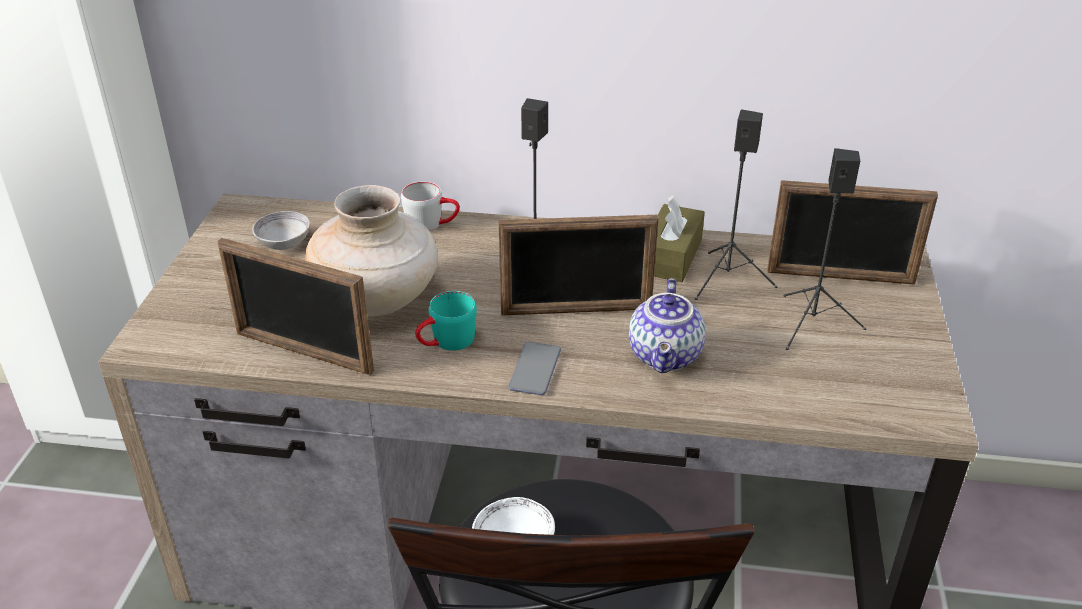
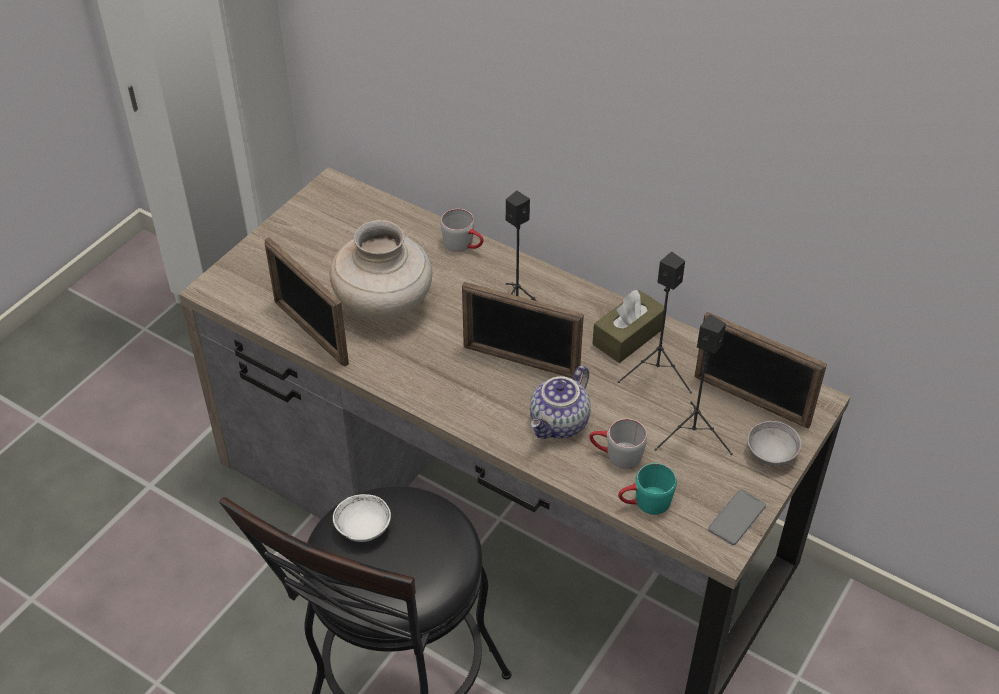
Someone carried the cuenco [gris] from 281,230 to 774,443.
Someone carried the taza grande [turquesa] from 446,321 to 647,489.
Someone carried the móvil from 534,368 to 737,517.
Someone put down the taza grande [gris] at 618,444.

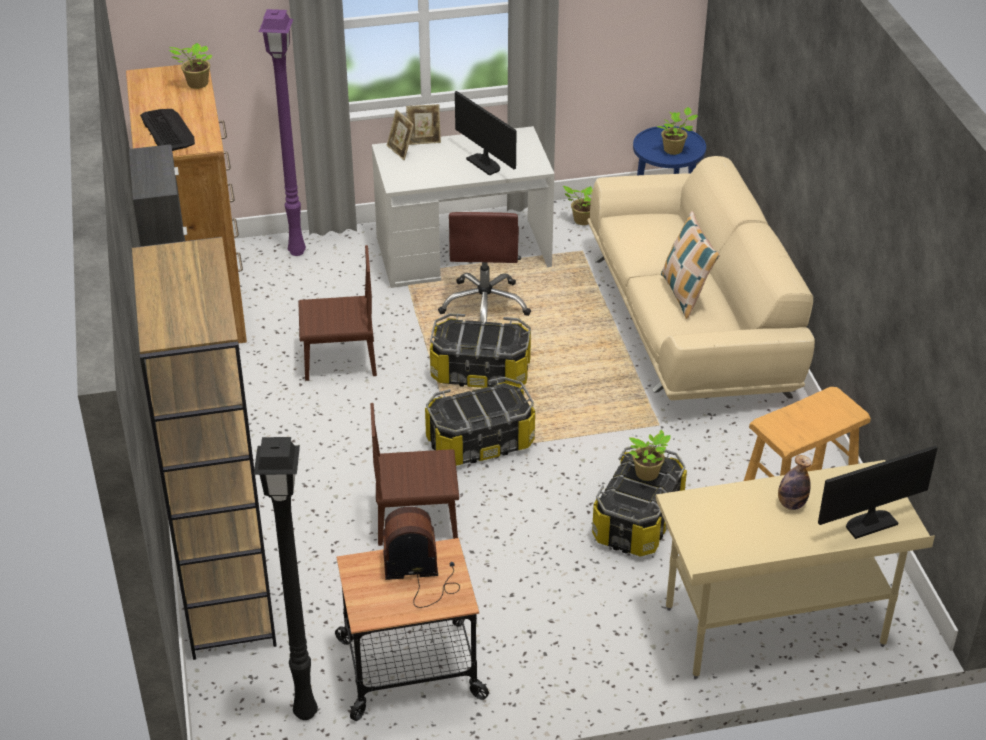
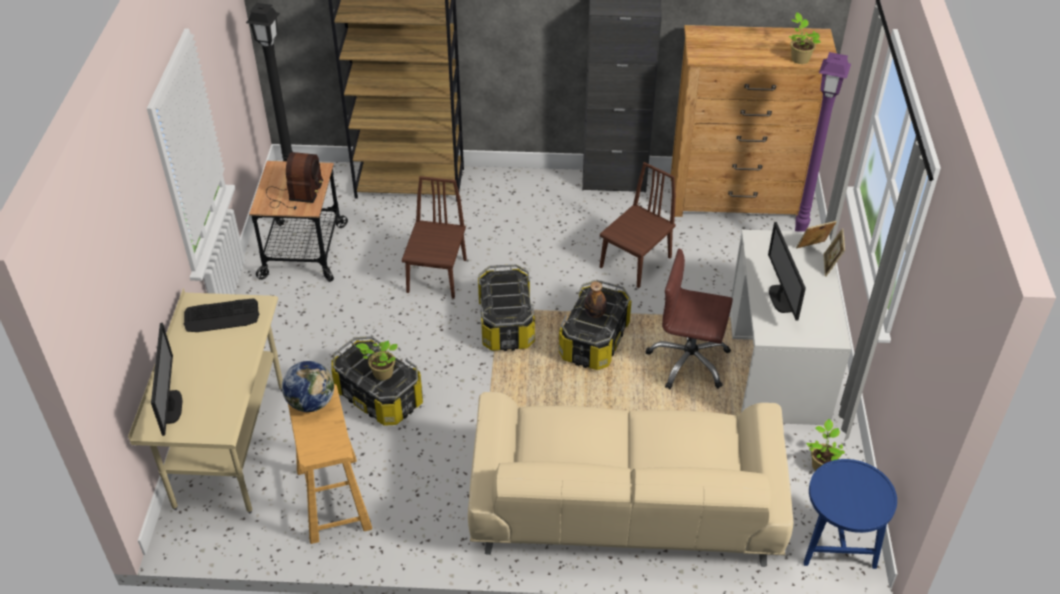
Someone carried the teclado from 167,130 to 221,315.
Someone rotated the silla [marrón] at 337,313 by 150 degrees counterclockwise.
Someone rotated the monitor at 485,133 by 105 degrees clockwise.
Someone took away the planta en maceta at 677,131.
Someone took away the cojín at 690,265.
Someone carried the botella from 795,482 to 595,299.
Someone put down the globo terráqueo at 308,386.

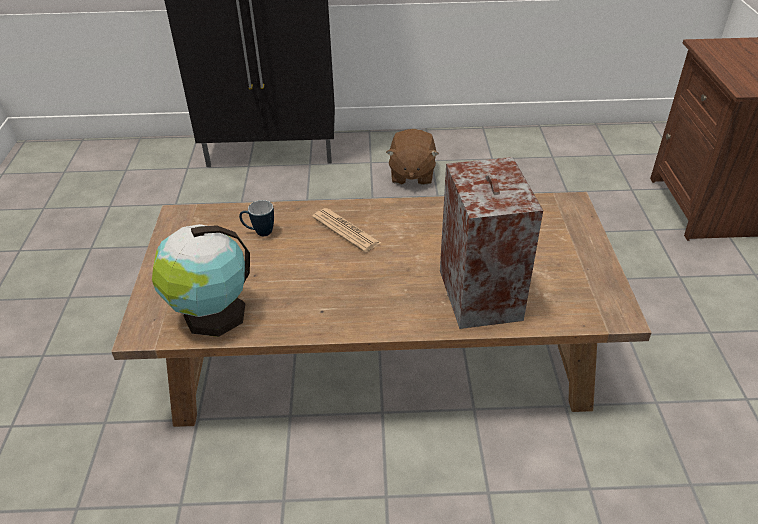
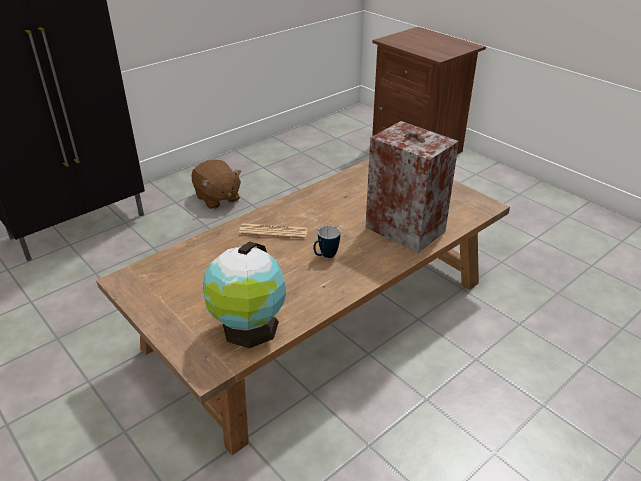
Someone carried the taza grande from 256,218 to 326,242.

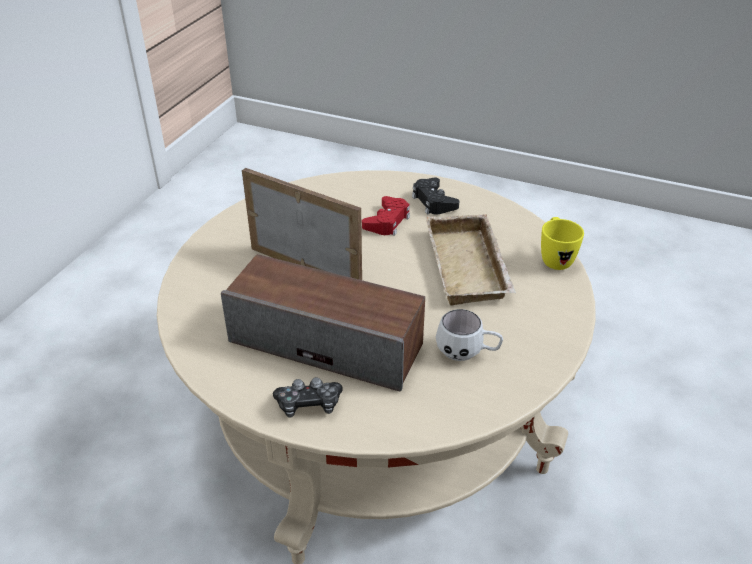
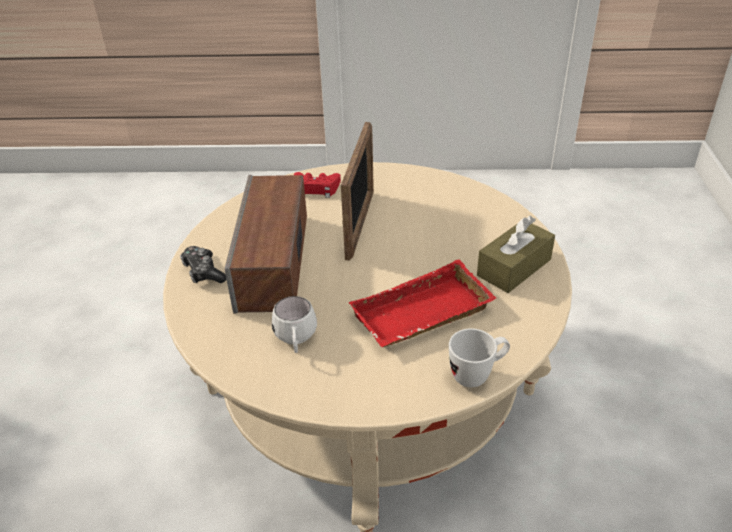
Someone carried the mando de consola [rojo] from 386,216 to 317,185.
Someone swapped the mando de consola [negro] at 435,196 for the caja de pañuelos [marrón] at 516,254.
Someone repainted the bandeja [beis] at 471,260, which became the bandeja [rojo] at 422,303.
Someone repainted the taza grande [amarillo] at 562,243, which became the taza grande [blanco] at 479,358.

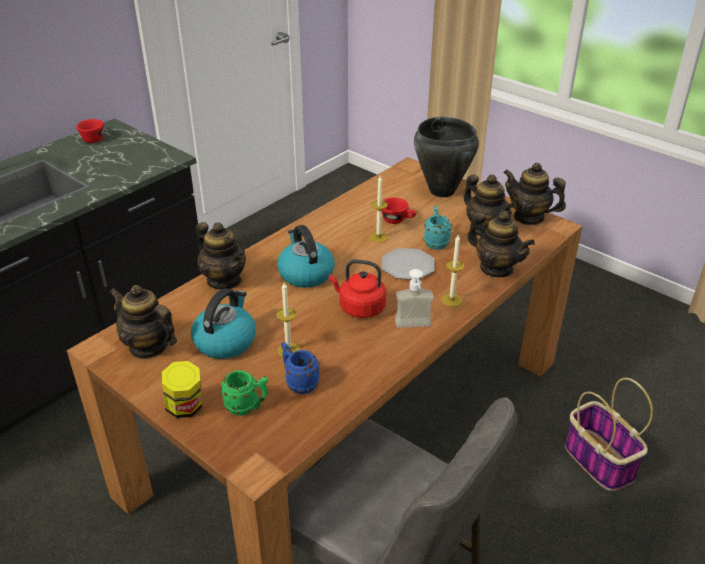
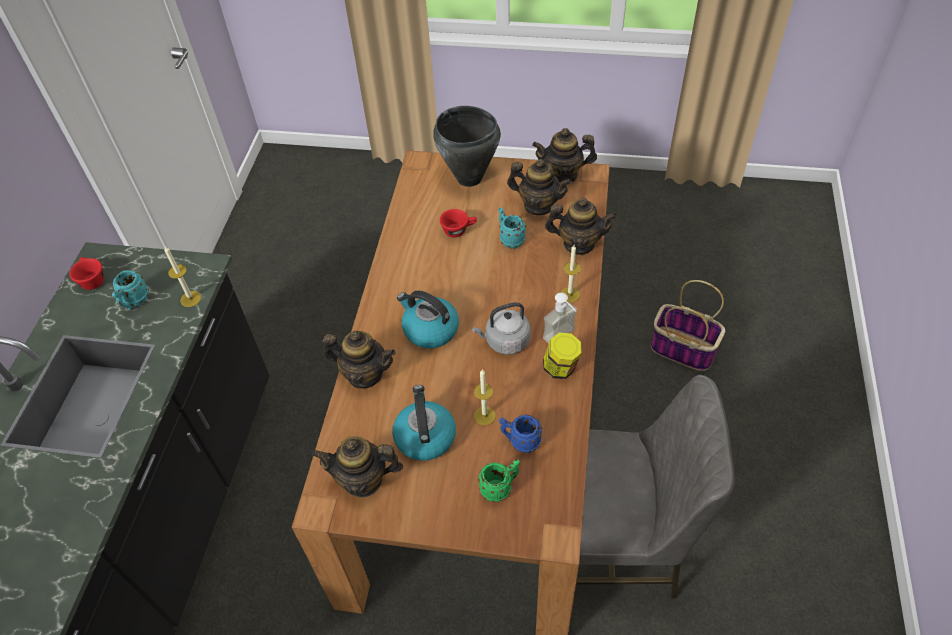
Someone carried the tarro from 182,389 to 562,356.
Someone repainted the hervidor [rojo] at 357,288, which became the hervidor [gris] at 501,328.
Someone carried the vela from 378,209 to 183,277.
Someone took away the plato at 408,264.
Someone put down the taza grande [turquesa] at 130,290.

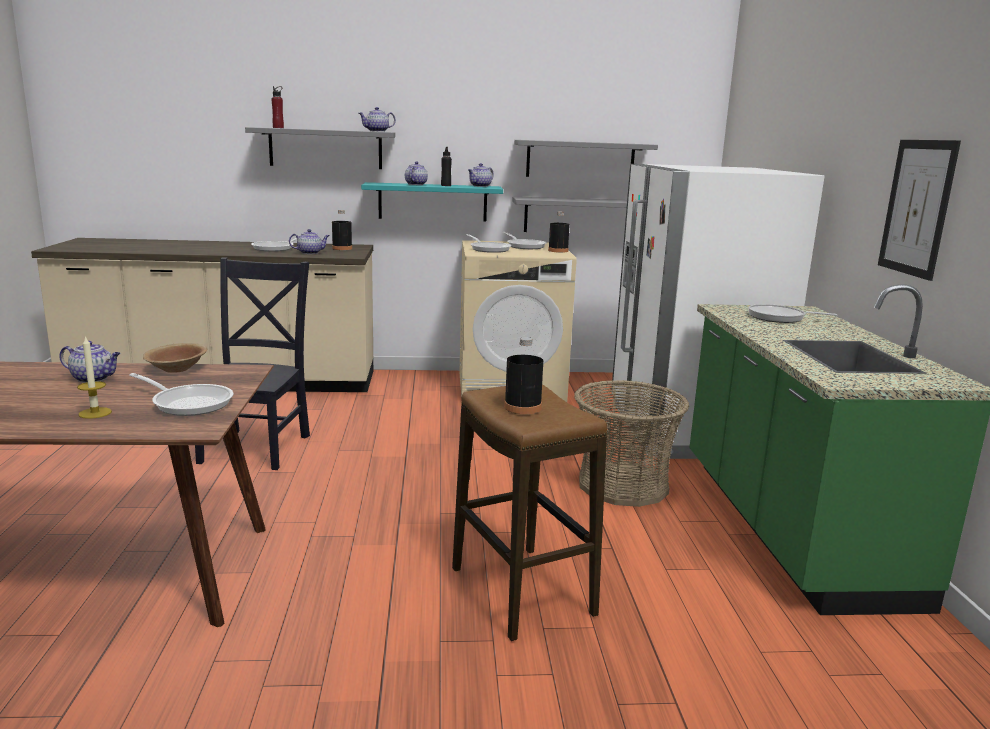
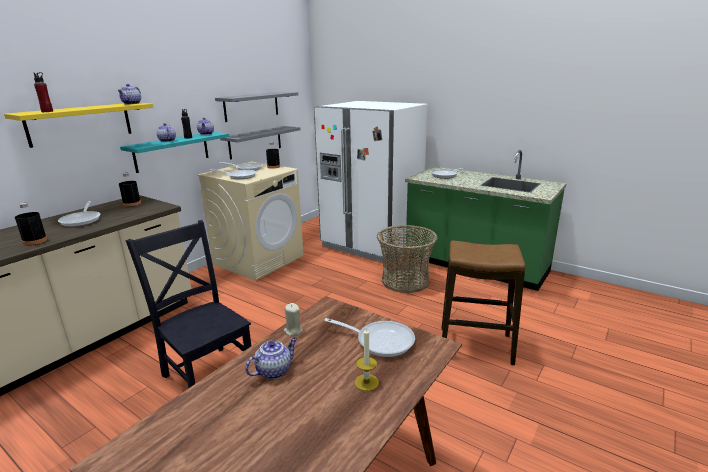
Someone rotated the sartén at 181,394 by 45 degrees clockwise.
Someone swapped the cuenco [marrón] at 175,358 for the vela [beis] at 293,319.
Someone repainted the estante [gris] at 320,148, which became the estante [amarillo] at 78,125.
Someone took away the tetera at 309,241.
Someone carried the botella [negro] from 523,375 to 31,224.
Someone took away the cuadro at 919,210.

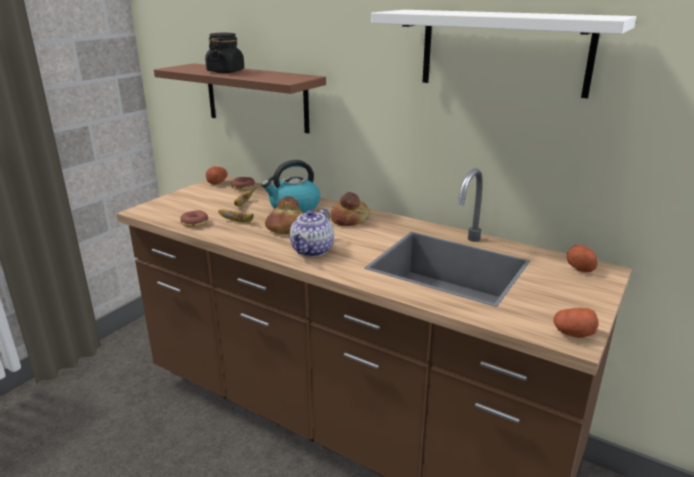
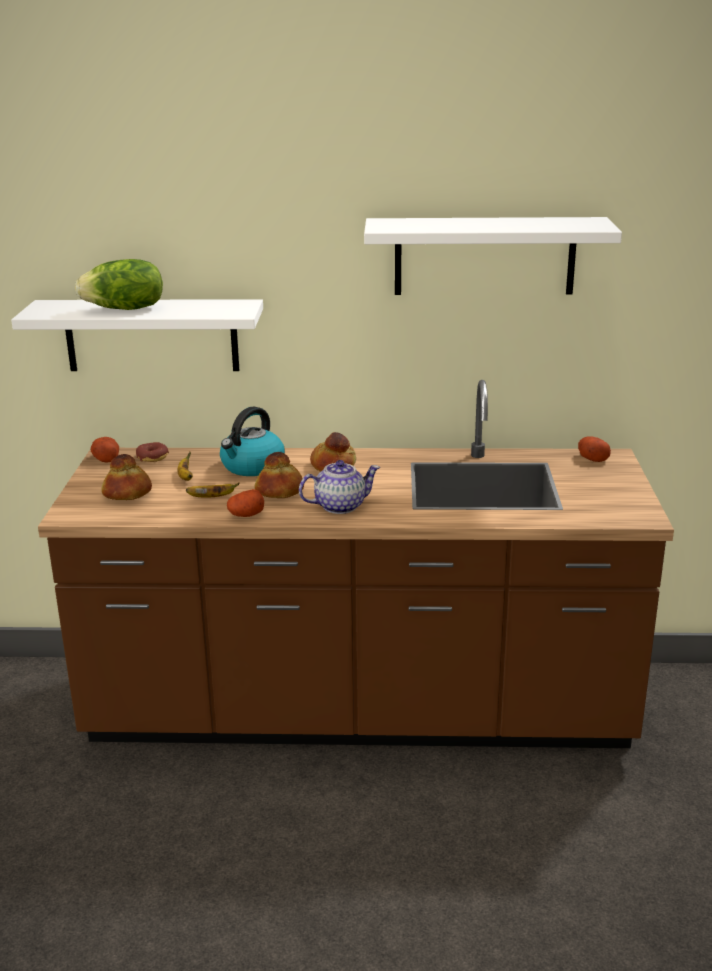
Someone repainted the estante [marrón] at 240,98, which became the estante [blanco] at 137,335.
Someone took away the rosquilla at 194,218.
Someone swapped the tarro [negro] at 224,53 for the lechuga at 119,284.
Someone rotated the tetera at 312,232 by 105 degrees counterclockwise.
Someone carried the patata from 576,323 to 245,503.
Someone put down the pan at 126,477.

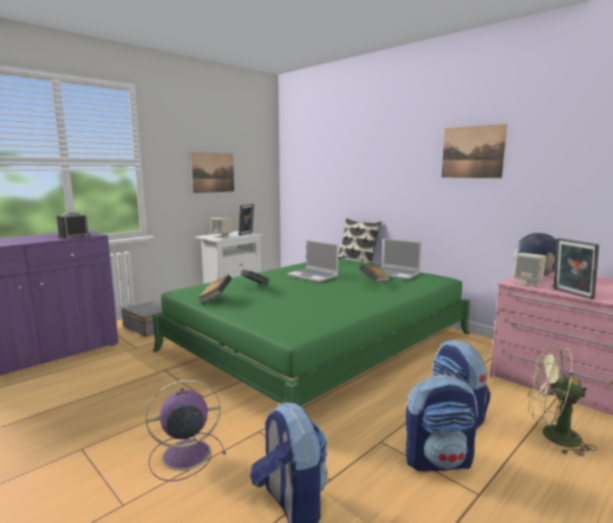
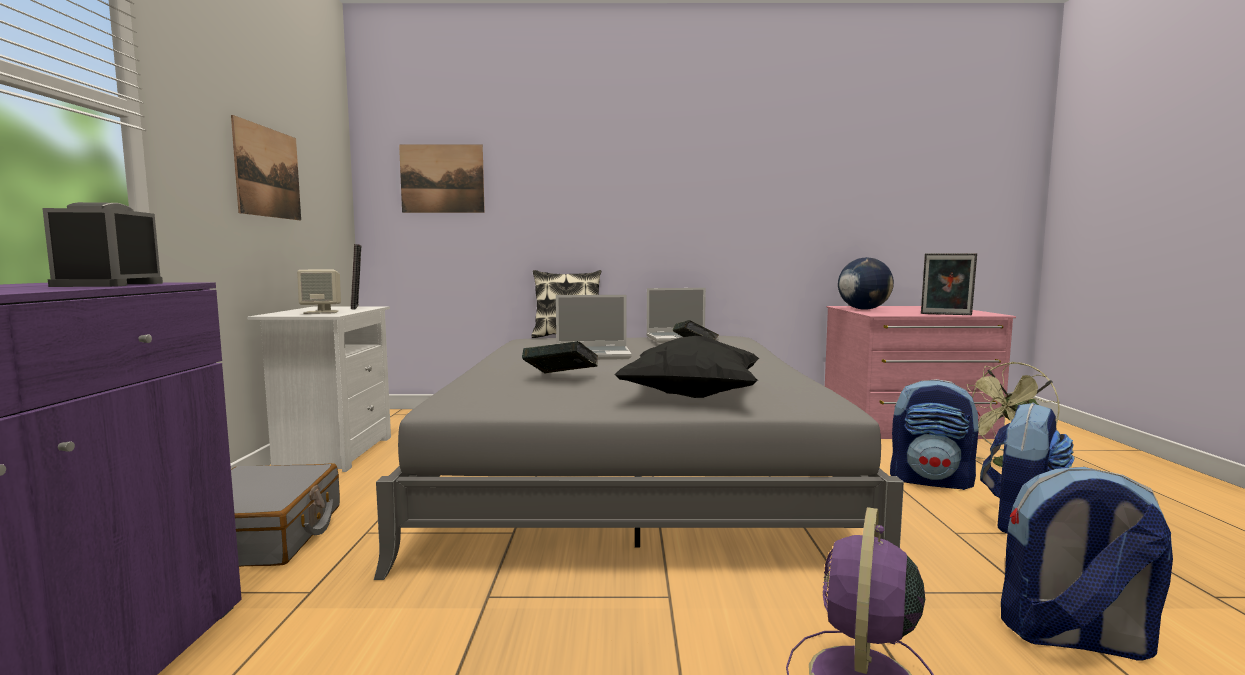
Someone repainted the cama [verde] at 311,332, which became the cama [gris] at 639,458.
Someone took away the libro at 215,289.
Someone carried the cuadro from 474,151 to 442,178.
Someone took away the altavoz [beis] at 529,270.
Someone put down the cojín [negro] at 686,367.

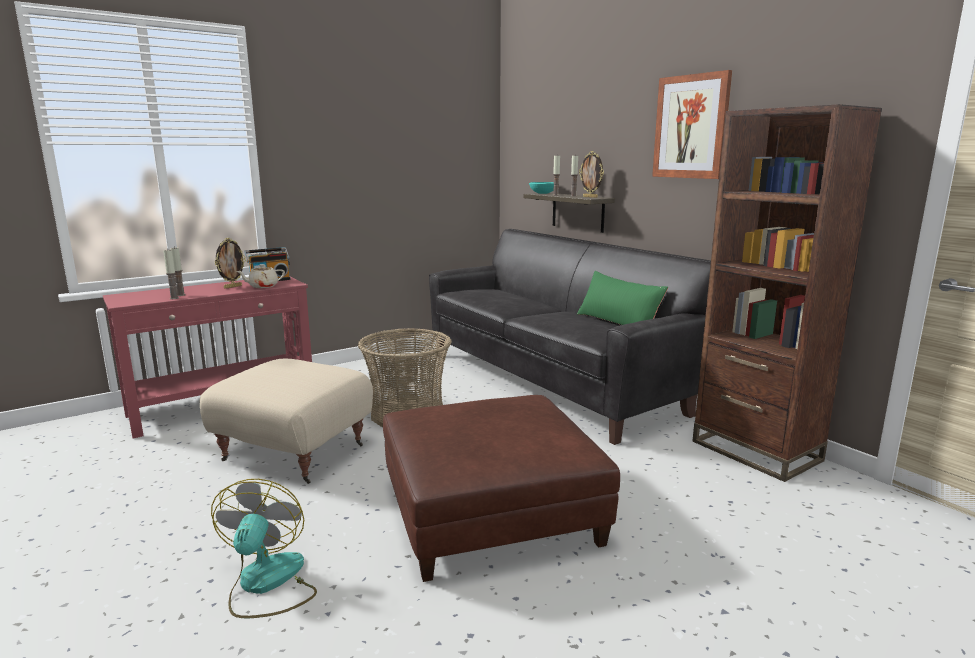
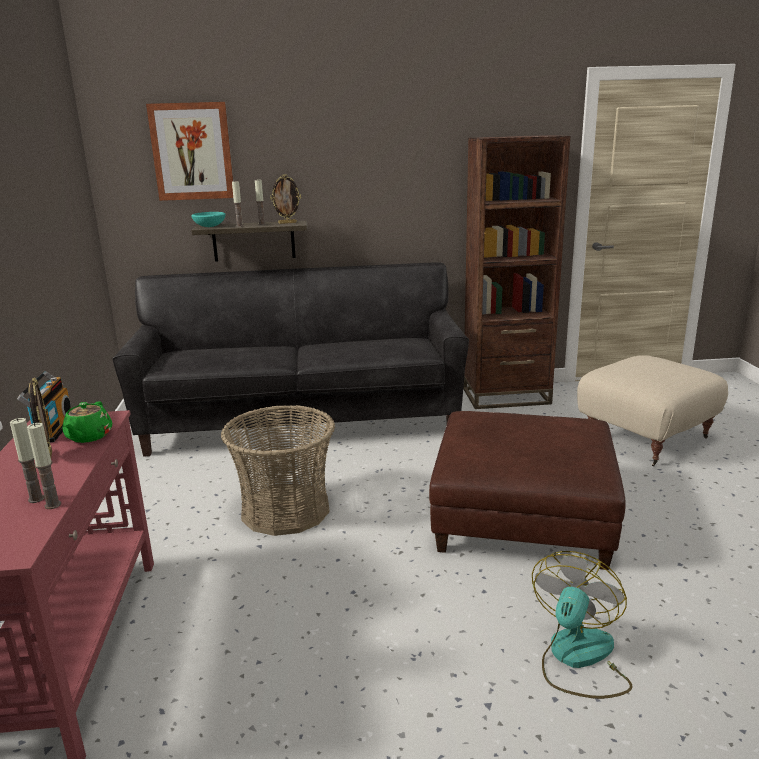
Someone carried the puf [beis] from 286,421 to 652,410.
Someone rotated the ventilador at 264,549 by 90 degrees clockwise.
Someone repainted the tetera [beis] at 260,276, which became the tetera [verde] at 87,422.
Someone took away the cojín [verde] at 622,298.
Someone carried the cuadro from 692,124 to 189,151.

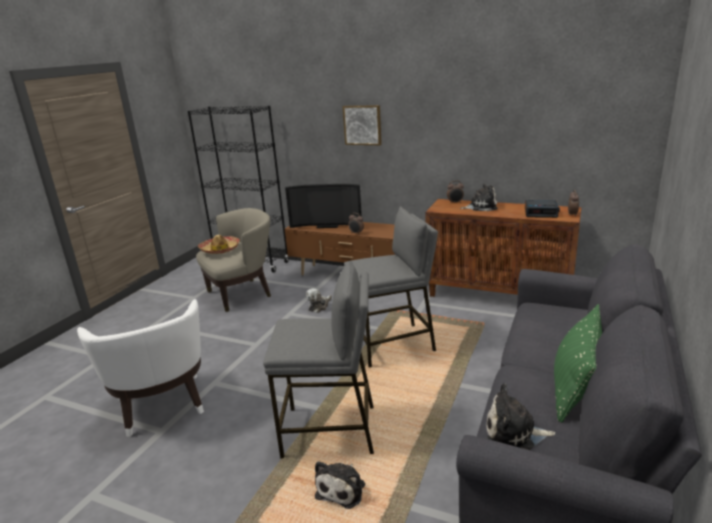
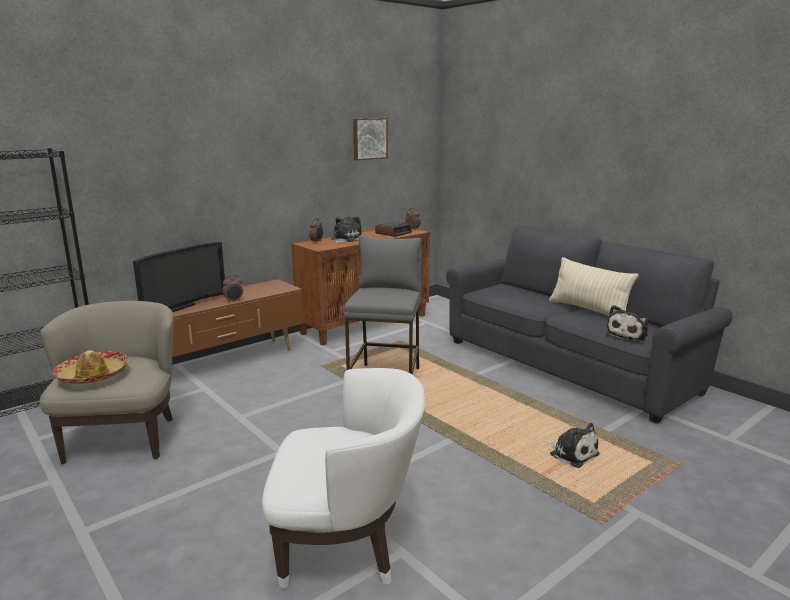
Someone took away the taburete [gris] at 318,360.
Someone took away the peluche at 319,300.
Someone carried the cuadro from 362,125 to 370,139.
Someone repainted the cojín [verde] at 578,363, which became the cojín [beis] at 593,286.

